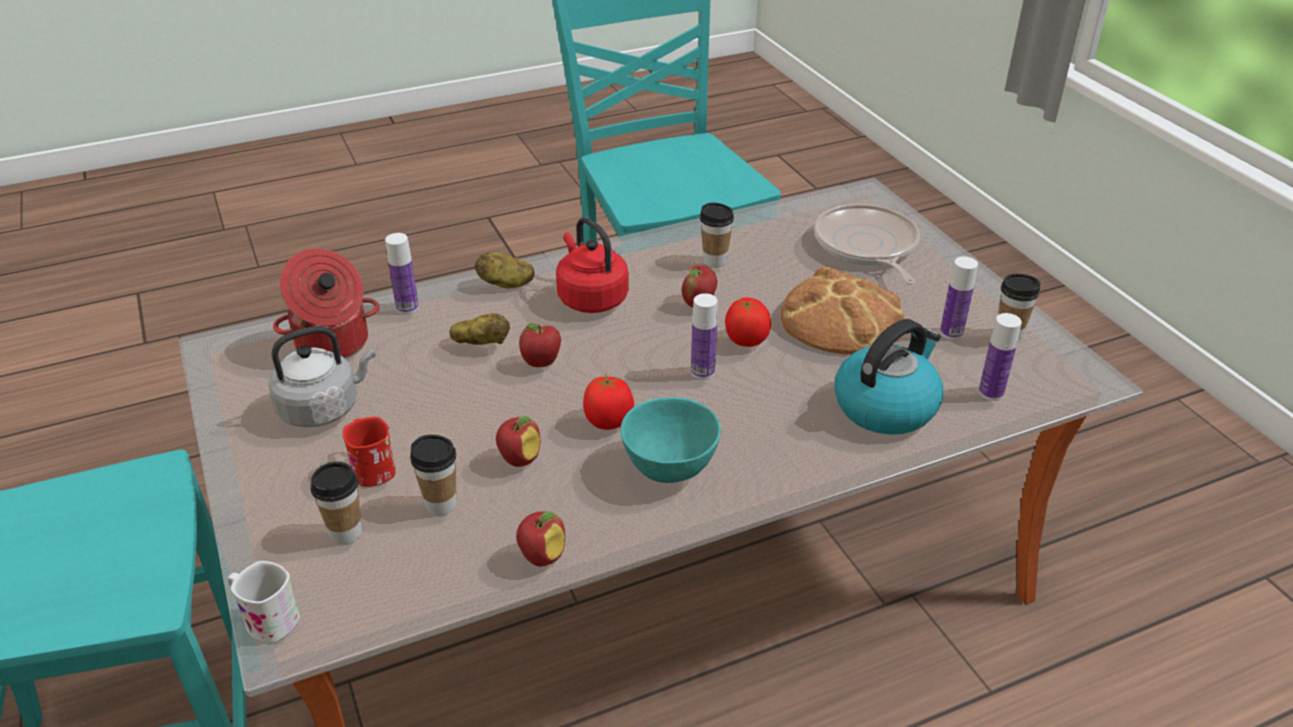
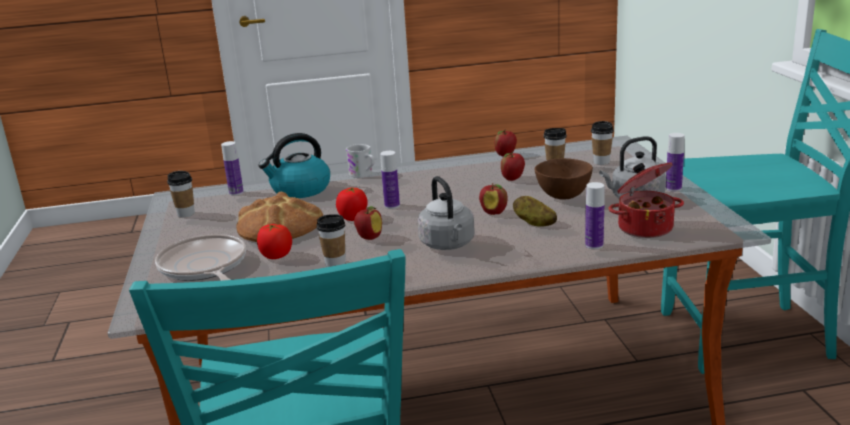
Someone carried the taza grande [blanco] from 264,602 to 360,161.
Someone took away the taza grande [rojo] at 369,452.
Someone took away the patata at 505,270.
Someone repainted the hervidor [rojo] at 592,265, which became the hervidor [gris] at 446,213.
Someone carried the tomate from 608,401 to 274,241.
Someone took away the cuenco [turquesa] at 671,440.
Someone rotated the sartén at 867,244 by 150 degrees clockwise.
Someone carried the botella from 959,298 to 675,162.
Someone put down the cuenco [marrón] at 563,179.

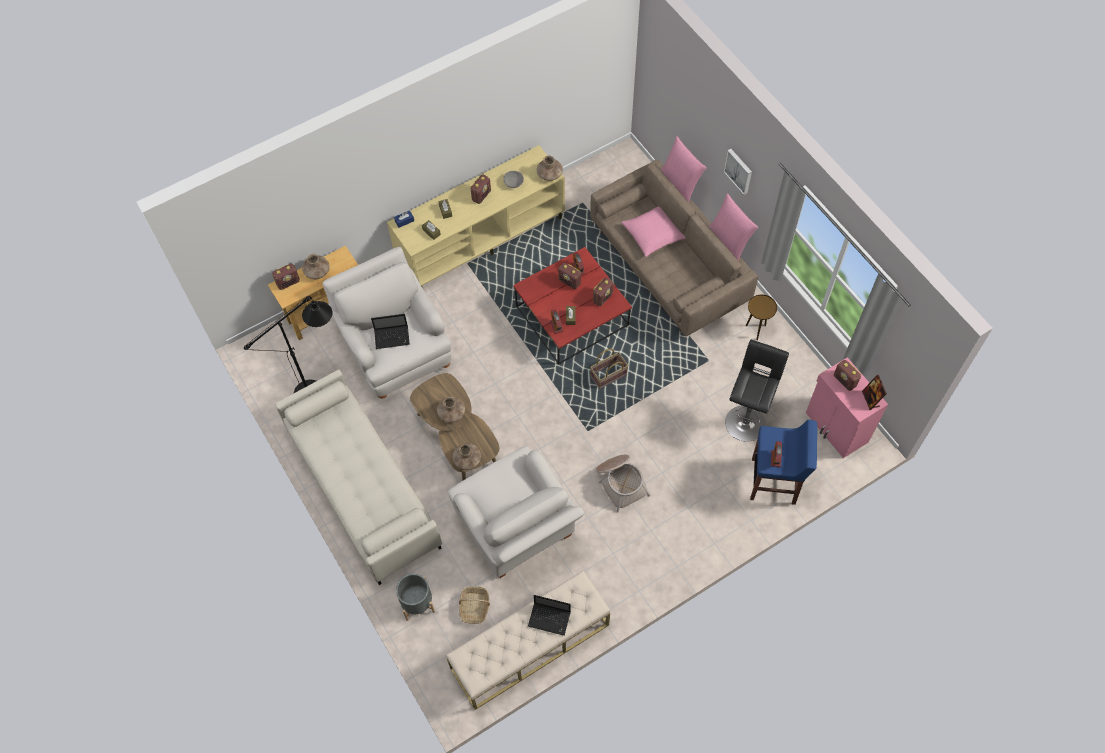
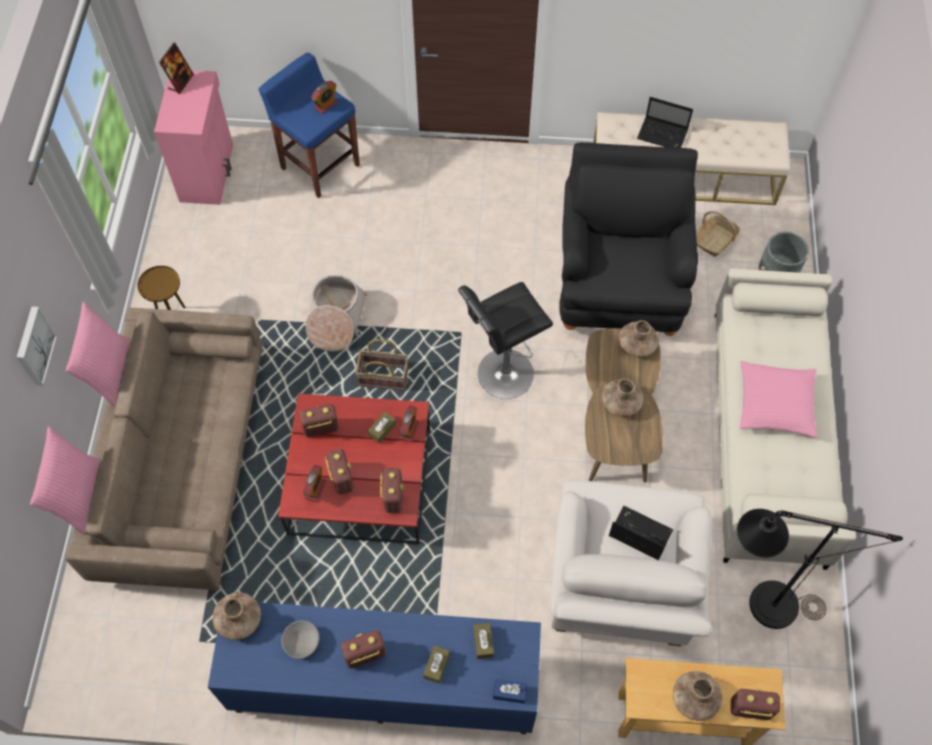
Someone repainted the mueble de televisión [beis] at 476,216, which became the mueble de televisión [azul] at 374,668.
Someone repainted the sillón [blanco] at 516,512, which became the sillón [negro] at 628,239.
Someone rotated the portátil at 549,615 by 150 degrees clockwise.
Someone carried the cesta from 623,484 to 337,313.
Someone carried the cojín [rosa] from 653,231 to 778,399.
Someone carried the taburete [negro] from 757,391 to 505,340.
Someone carried the radio from 847,375 to 392,490.

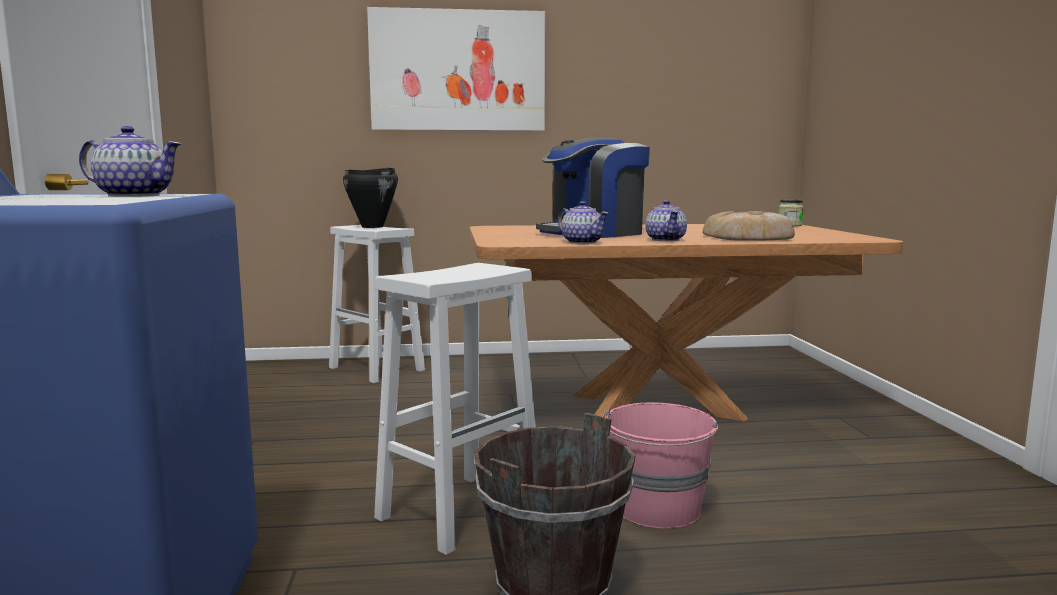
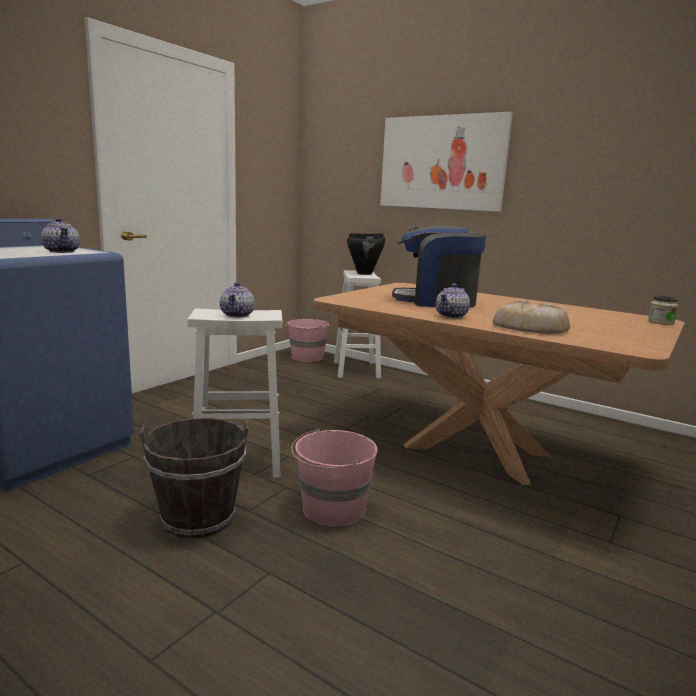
Someone carried the tetera from 583,222 to 237,300.
Someone put down the cubo [rosa] at 307,340.

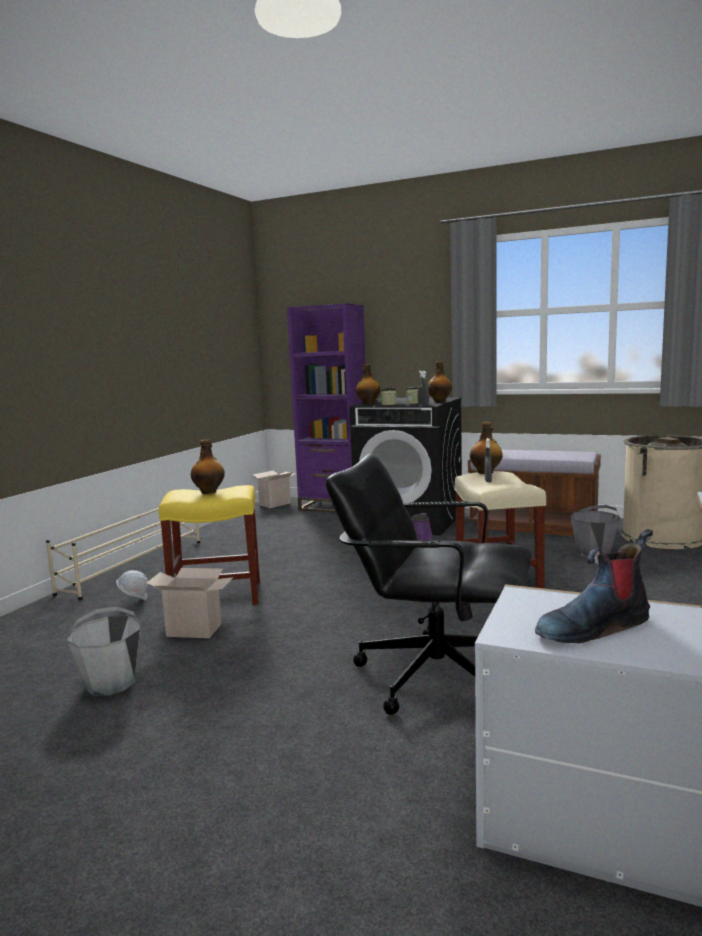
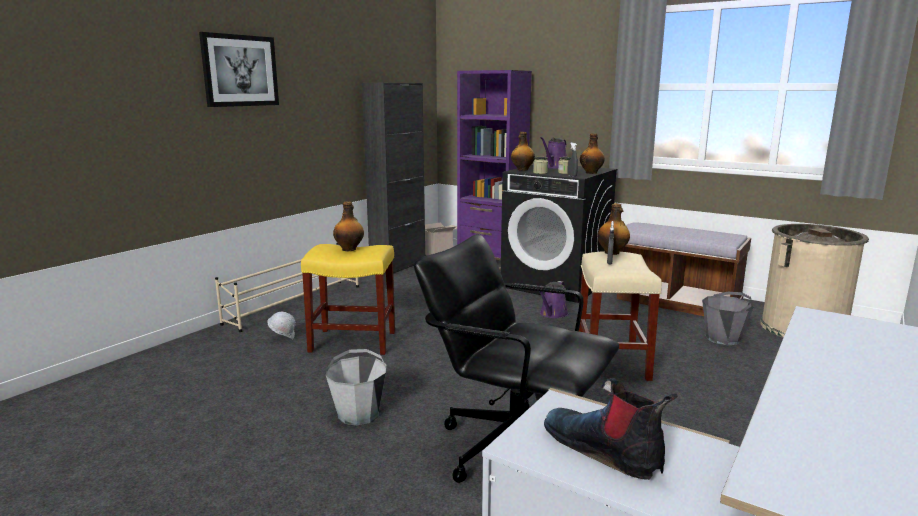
Someone carried the cubo [gris] from 104,651 to 356,387.
Someone took away the caja de cartón at 190,603.
Someone rotated the bota at 594,586 by 60 degrees clockwise.
Someone put up the cuadro at 239,69.
Someone put down the armario [negro] at 393,179.
Someone put down the regadera [morado] at 553,153.

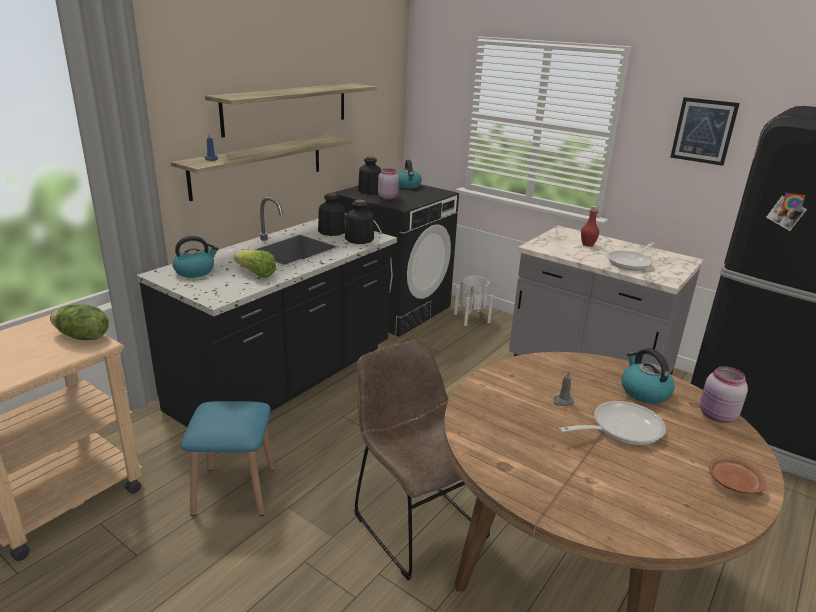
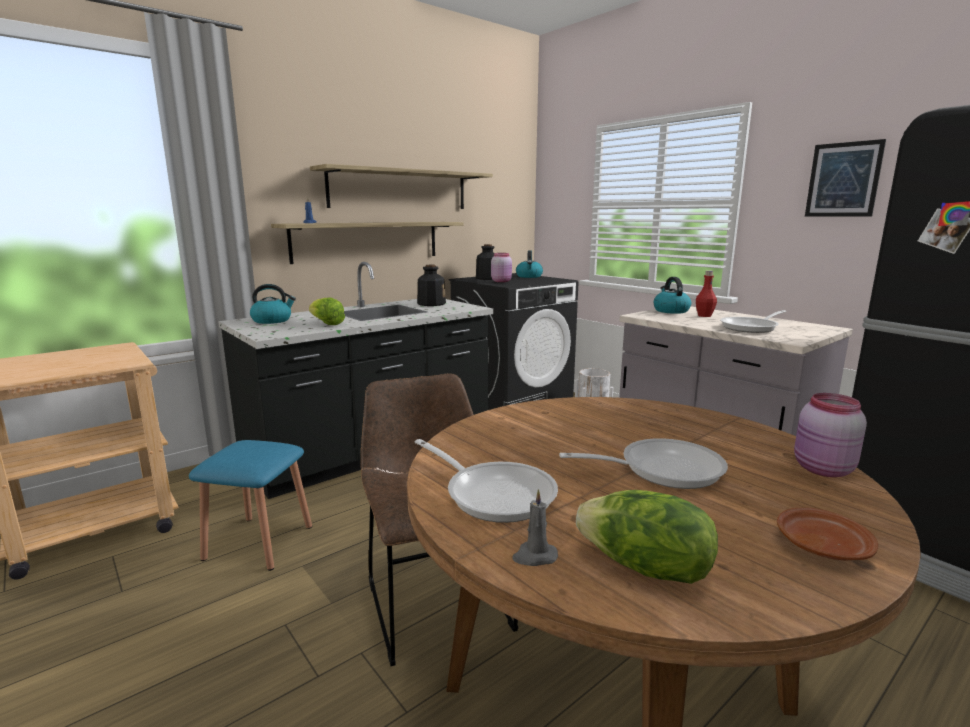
Someone carried the lechuga from 79,322 to 647,537.
Someone took away the botella at 359,222.
Someone carried the vela [gris] from 563,388 to 535,527.
Someone carried the hervidor from 648,376 to 672,295.
Someone put down the sartén at 486,481.

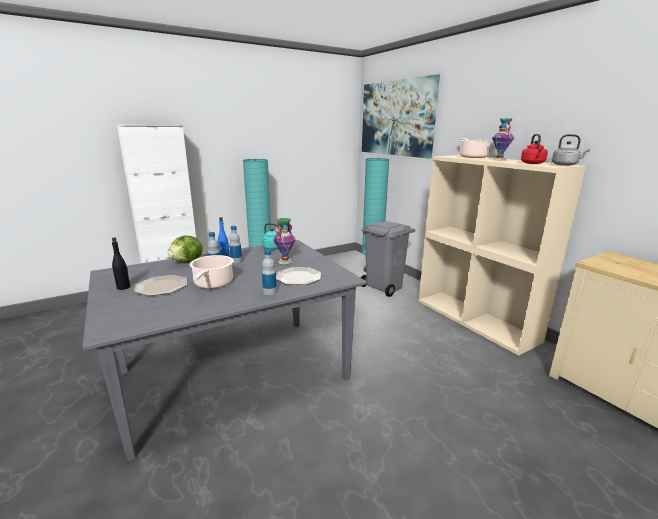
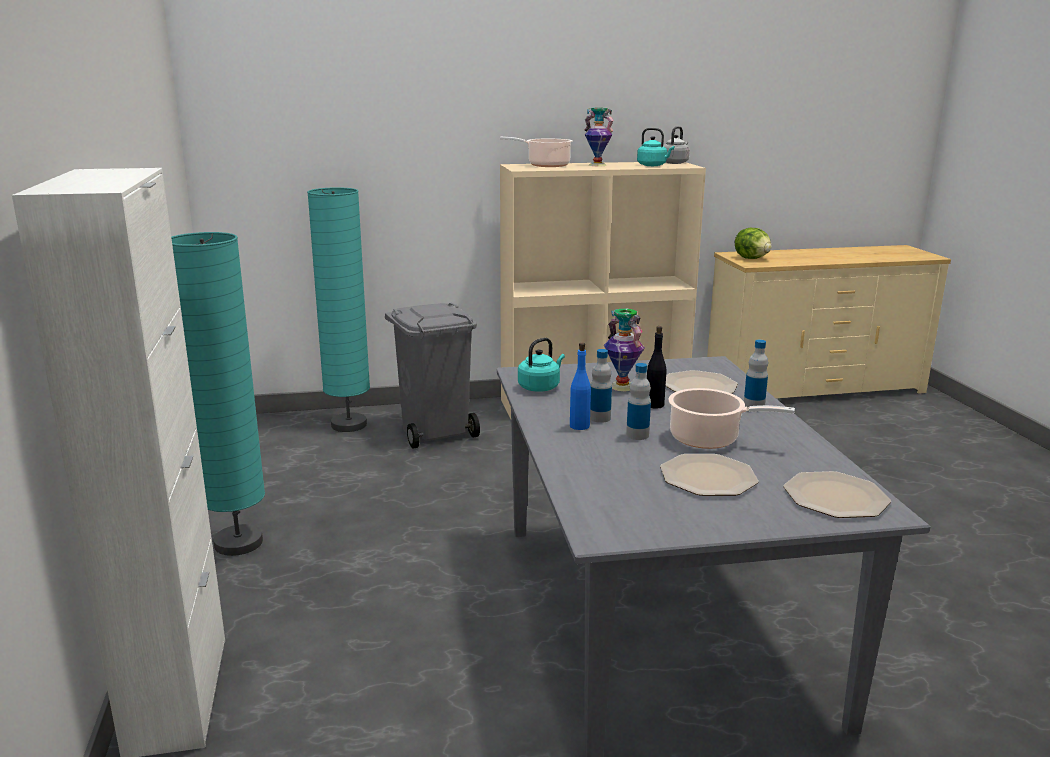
Someone carried the botella [negro] from 121,263 to 656,367.
Someone carried the lechuga from 185,248 to 753,243.
Someone took away the cuadro at 401,116.
Someone repainted the hervidor [rojo] at 534,149, which became the hervidor [turquesa] at 655,147.
Someone put down the plato at 837,494.

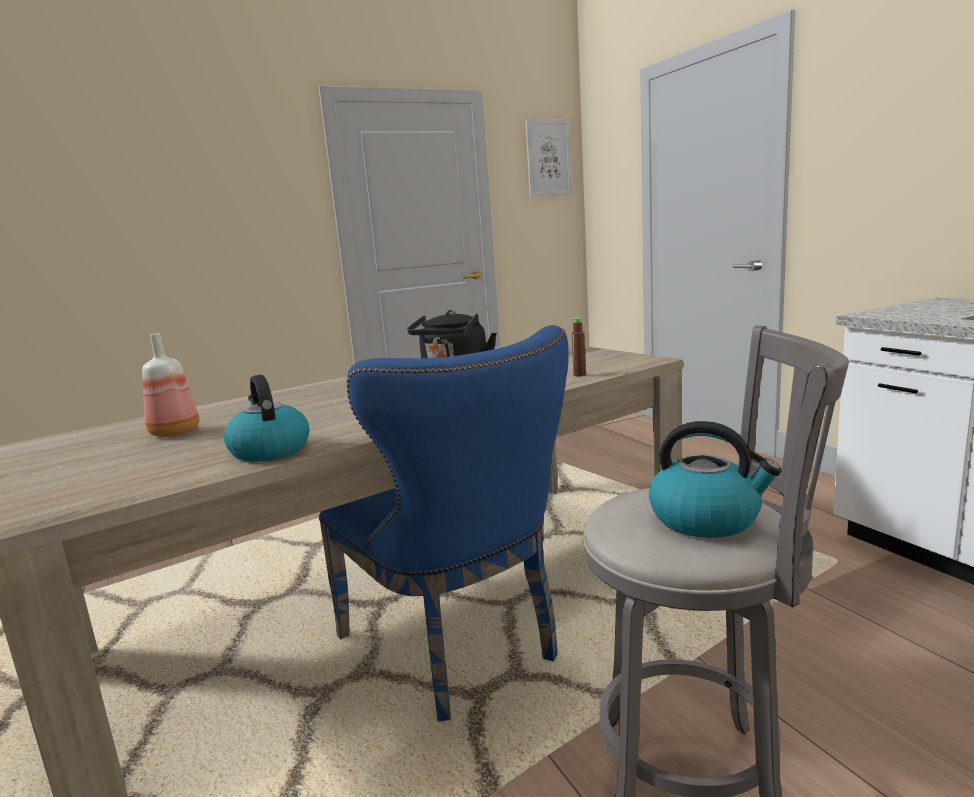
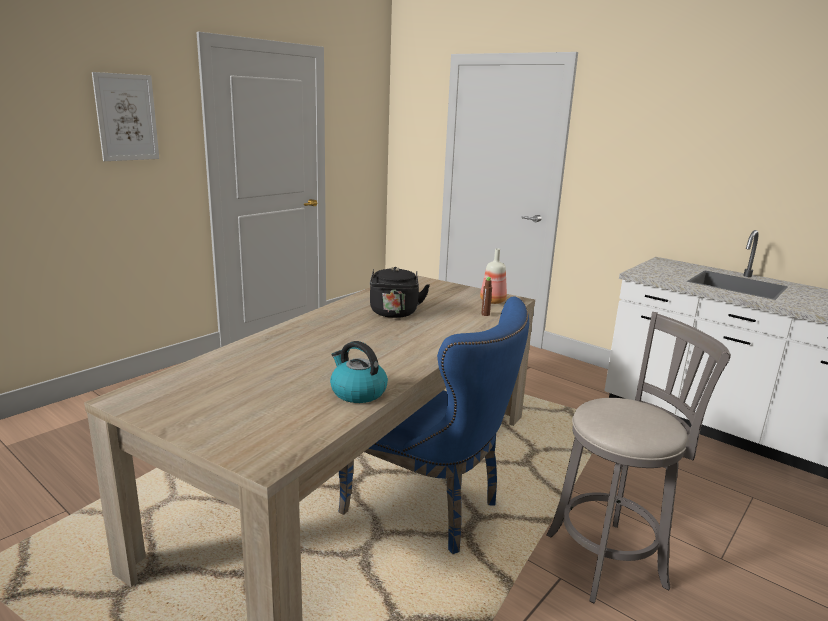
Someone carried the botella from 171,385 to 493,276.
Someone carried the cuadro from 548,158 to 125,116.
Someone took away the hervidor at 715,479.

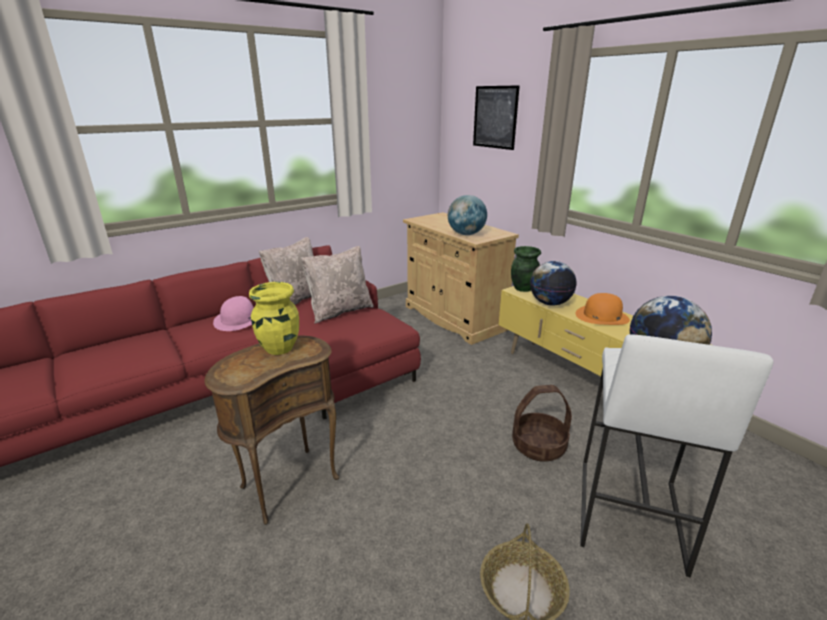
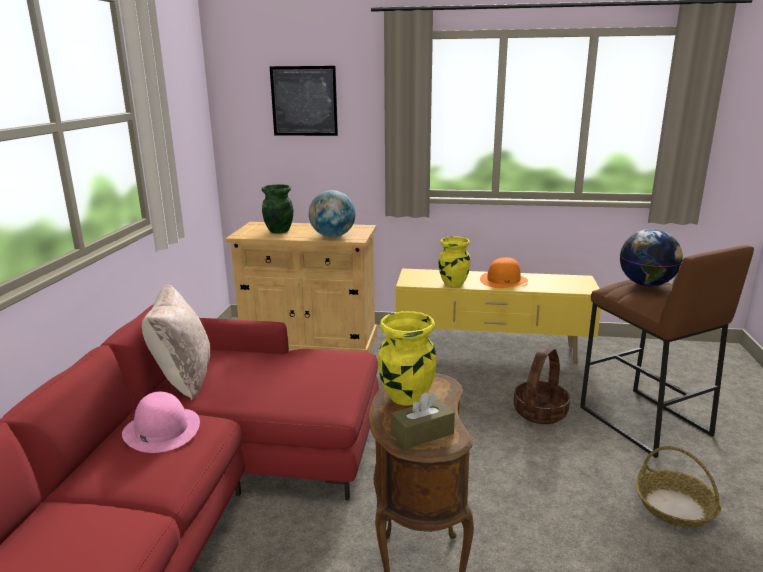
Someone took away the cojín [beis] at 337,285.
Someone carried the florero [verde] from 526,269 to 277,209.
Someone swapped the globo terráqueo at 553,283 for the florero [amarillo] at 454,261.
Someone repainted the taburete [blanco] at 677,456, which became the taburete [marrón] at 667,351.
Someone put down the caja de pañuelos [marrón] at 423,420.

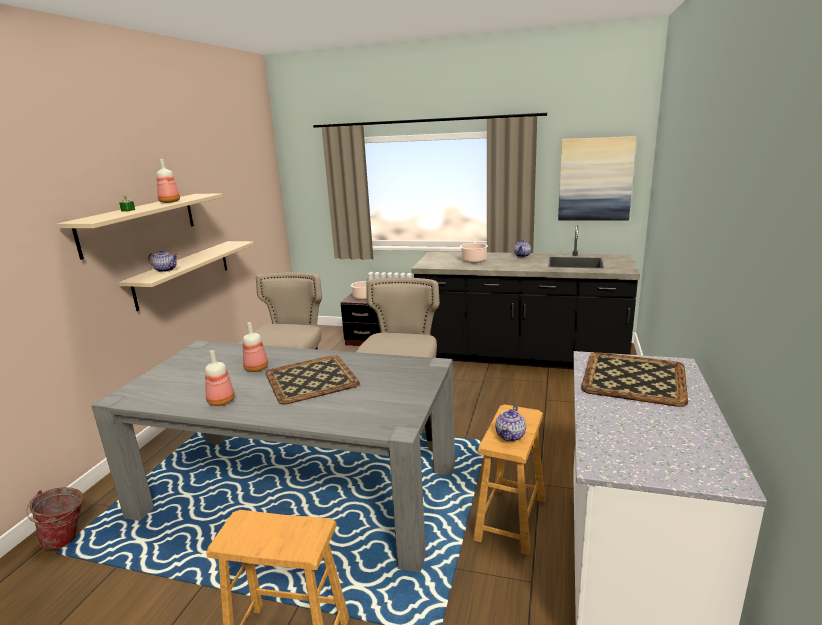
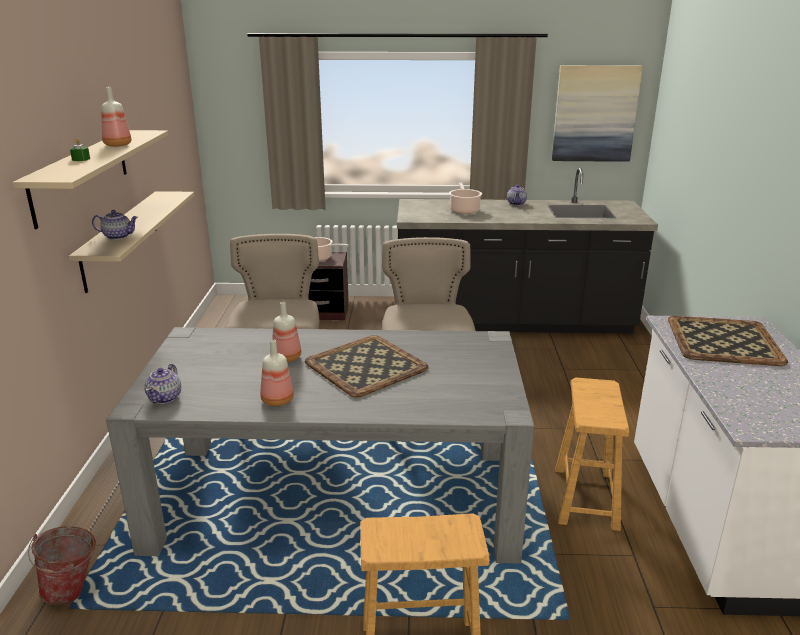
Someone carried the tetera from 510,423 to 162,384.

